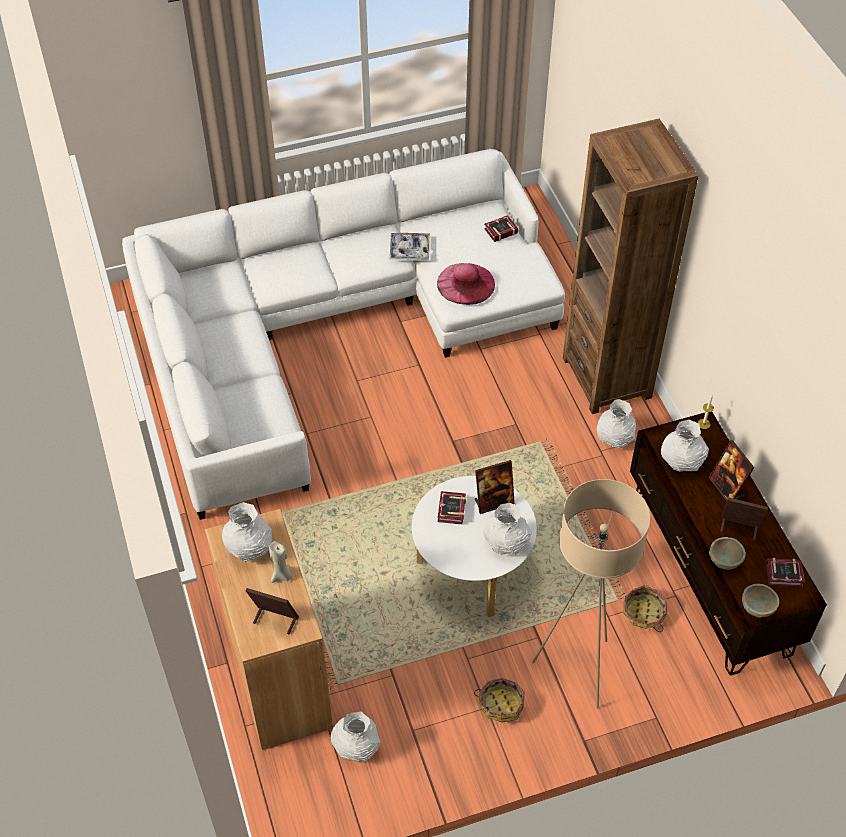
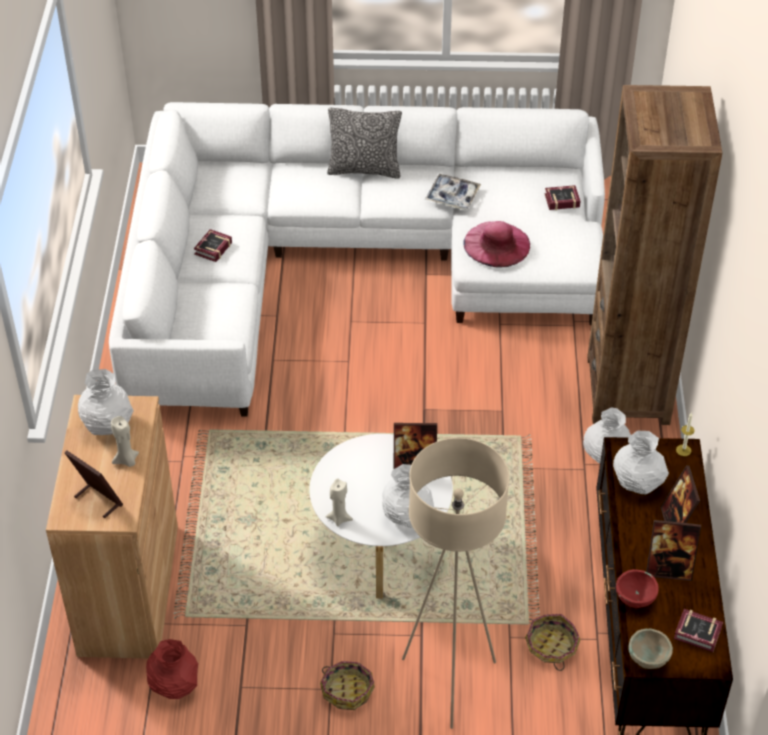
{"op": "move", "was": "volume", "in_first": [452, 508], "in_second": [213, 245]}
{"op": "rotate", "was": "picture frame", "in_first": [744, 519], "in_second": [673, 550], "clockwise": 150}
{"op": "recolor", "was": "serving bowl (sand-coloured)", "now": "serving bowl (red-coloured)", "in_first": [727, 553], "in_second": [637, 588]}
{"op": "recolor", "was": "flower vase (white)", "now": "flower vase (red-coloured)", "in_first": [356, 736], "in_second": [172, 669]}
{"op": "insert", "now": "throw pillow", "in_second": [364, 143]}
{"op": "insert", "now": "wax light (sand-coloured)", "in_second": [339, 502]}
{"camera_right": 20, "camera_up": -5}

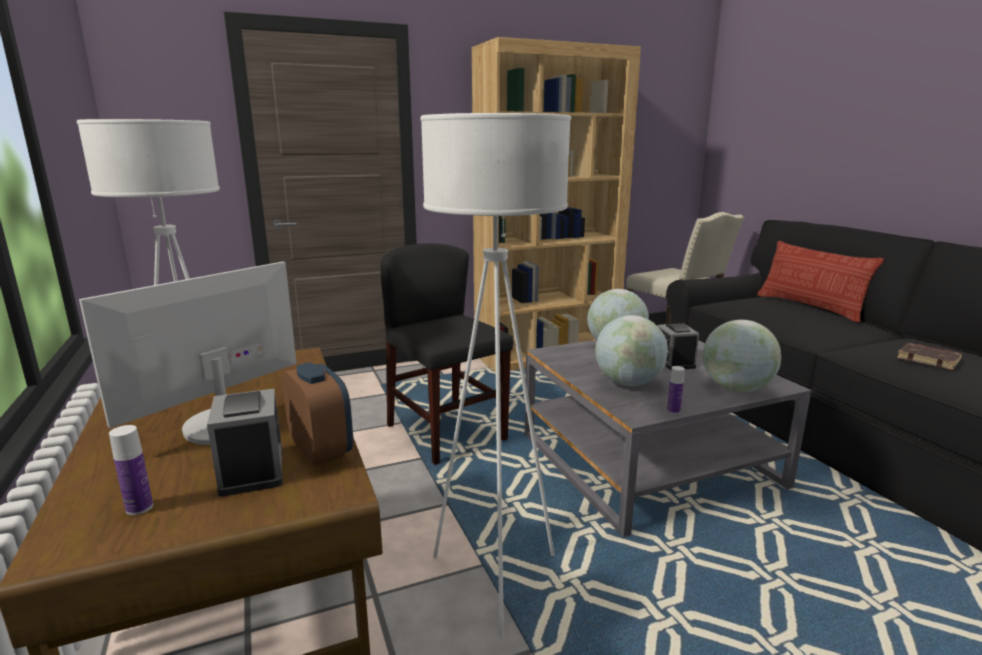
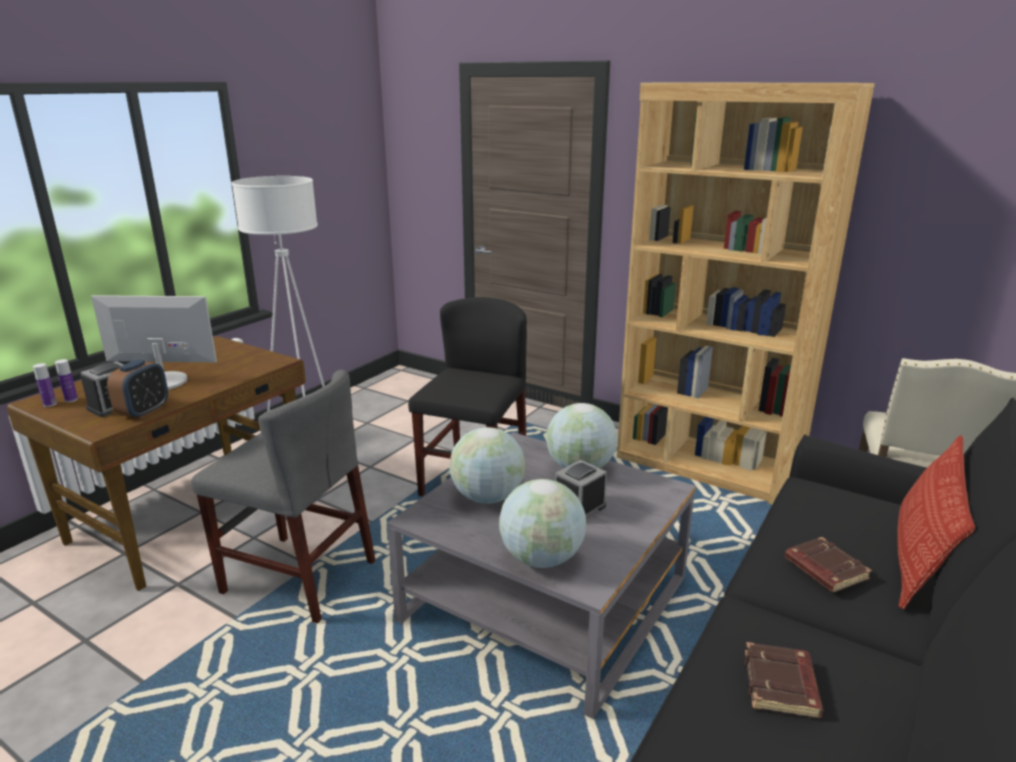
{"op": "replace", "was": "floor lamp (white)", "now": "chair (grey)", "in_first": [495, 375], "in_second": [283, 497]}
{"op": "move", "was": "beverage bottle", "in_first": [676, 390], "in_second": [45, 385]}
{"op": "insert", "now": "volume (brown-coloured)", "in_second": [828, 564]}
{"camera_right": 55, "camera_up": 5}

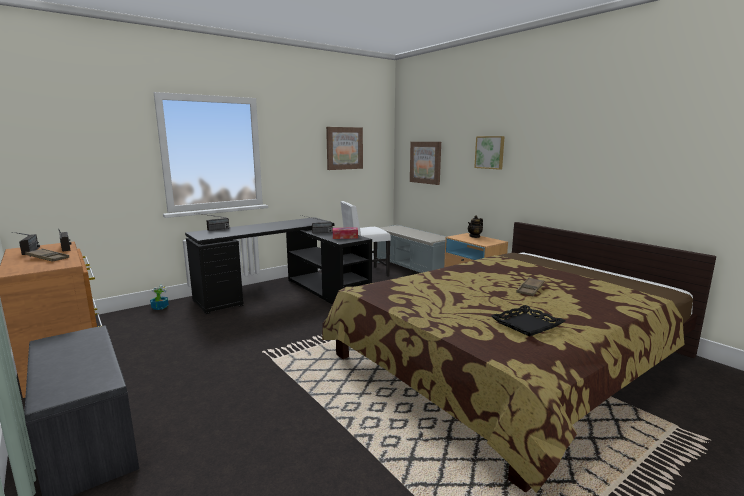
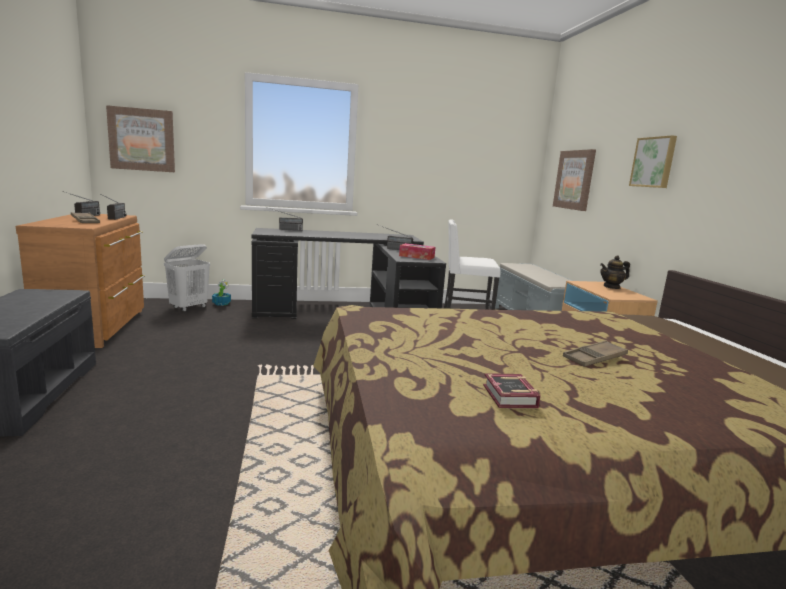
{"op": "move", "was": "wall picture", "in_first": [344, 148], "in_second": [140, 138]}
{"op": "replace", "was": "carrying tray (black-coloured)", "now": "volume", "in_first": [528, 321], "in_second": [512, 390]}
{"op": "insert", "now": "washing basket (white)", "in_second": [187, 278]}
{"camera_right": 25, "camera_up": 0}

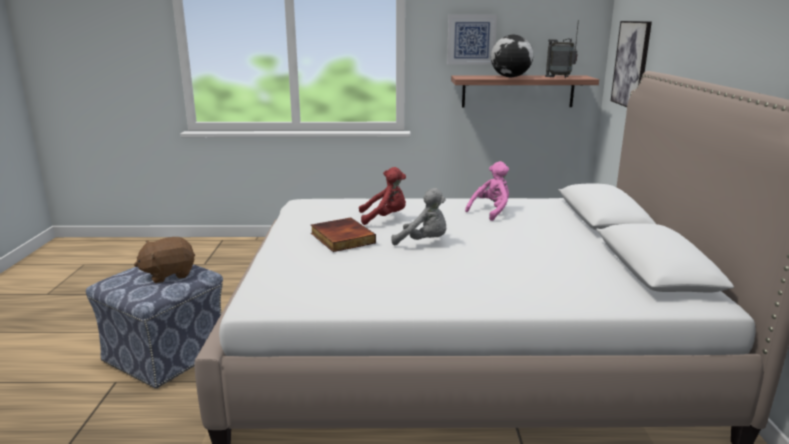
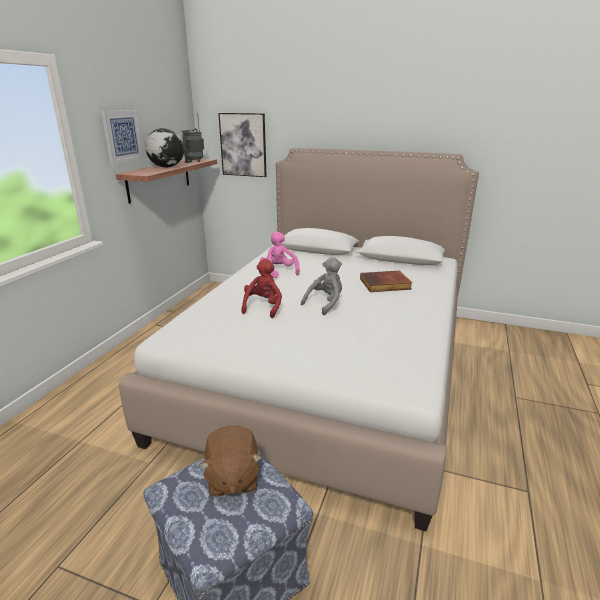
{"op": "move", "was": "volume", "in_first": [343, 235], "in_second": [386, 281]}
{"camera_right": -70, "camera_up": 5}

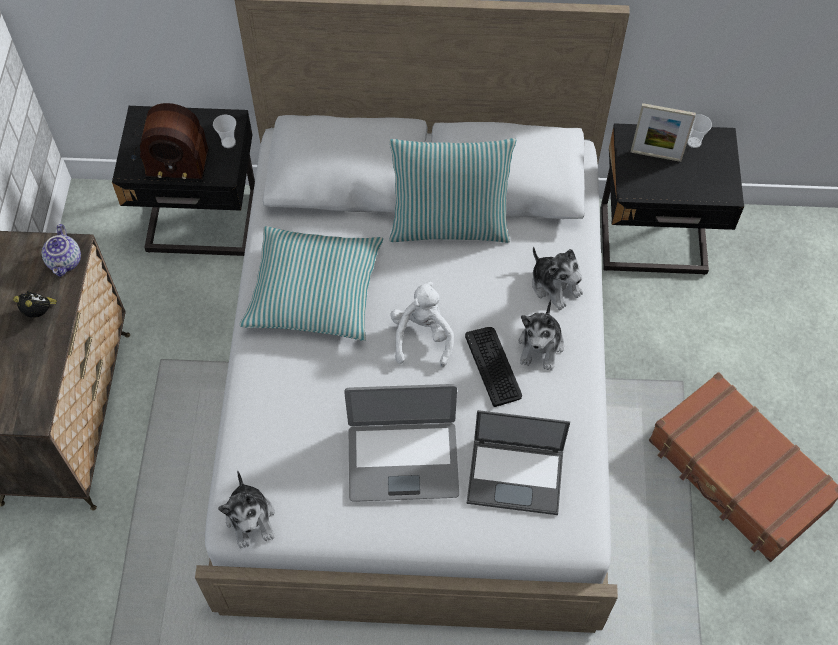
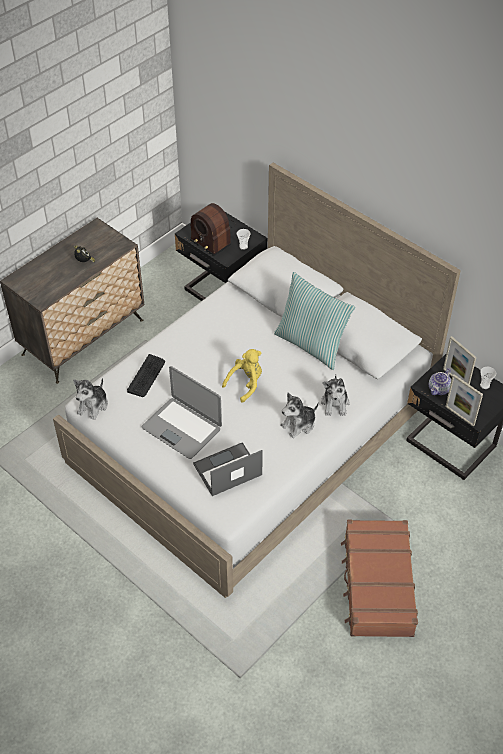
{"op": "move", "was": "pot for tea", "in_first": [61, 250], "in_second": [440, 381]}
{"op": "delete", "was": "throw pillow", "in_first": [311, 283]}
{"op": "recolor", "was": "soft toy (white)", "now": "soft toy (yellowish)", "in_first": [422, 324], "in_second": [242, 376]}
{"op": "move", "was": "computer keyboard", "in_first": [493, 367], "in_second": [146, 375]}
{"op": "rotate", "was": "notebook computer", "in_first": [518, 462], "in_second": [228, 469], "clockwise": 105}
{"op": "insert", "now": "picture frame", "in_second": [464, 400]}
{"camera_right": 40, "camera_up": -10}

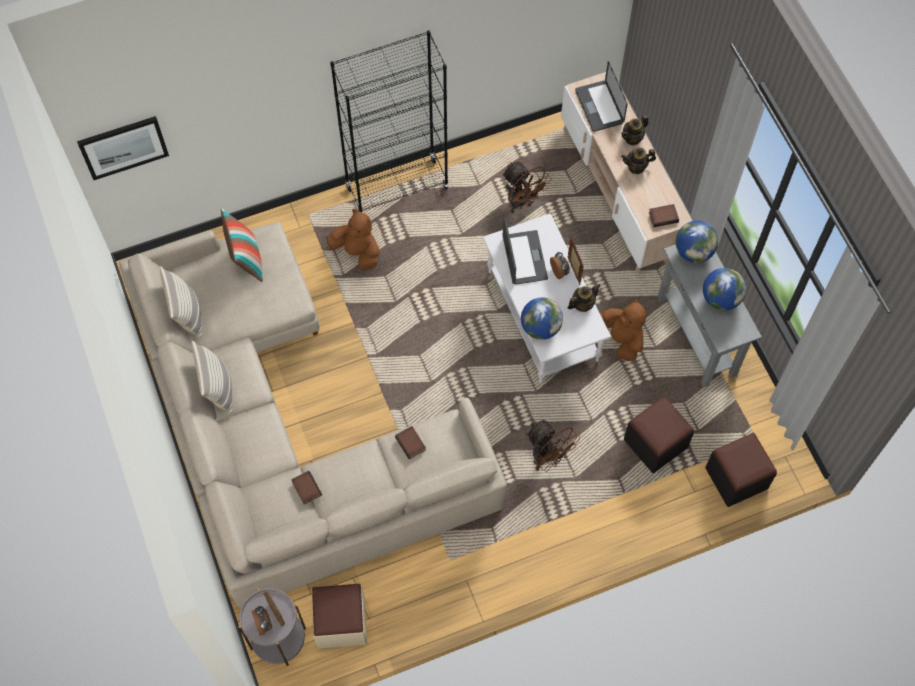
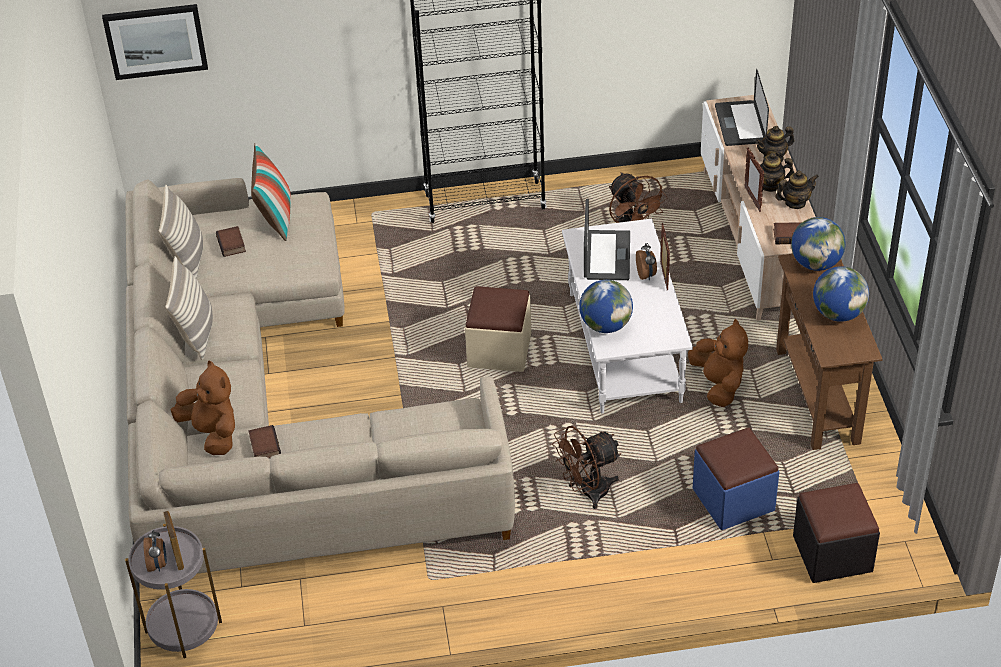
{"op": "move", "was": "soft toy (brown-coloured)", "in_first": [353, 239], "in_second": [203, 407]}
{"op": "recolor", "was": "hall table (grey)", "now": "hall table (brown-coloured)", "in_first": [709, 315], "in_second": [829, 352]}
{"op": "move", "was": "pot for tea", "in_first": [584, 298], "in_second": [797, 189]}
{"op": "recolor", "was": "ottoman (black-coloured)", "now": "ottoman (bluish)", "in_first": [659, 434], "in_second": [735, 479]}
{"op": "rotate", "was": "electric fan (brown-coloured)", "in_first": [553, 445], "in_second": [586, 467], "clockwise": 90}
{"op": "move", "was": "volume", "in_first": [410, 442], "in_second": [231, 241]}
{"op": "move", "was": "ottoman (sand-coloured)", "in_first": [339, 616], "in_second": [498, 329]}
{"op": "insert", "now": "picture frame", "in_second": [754, 179]}
{"camera_right": 15, "camera_up": -20}

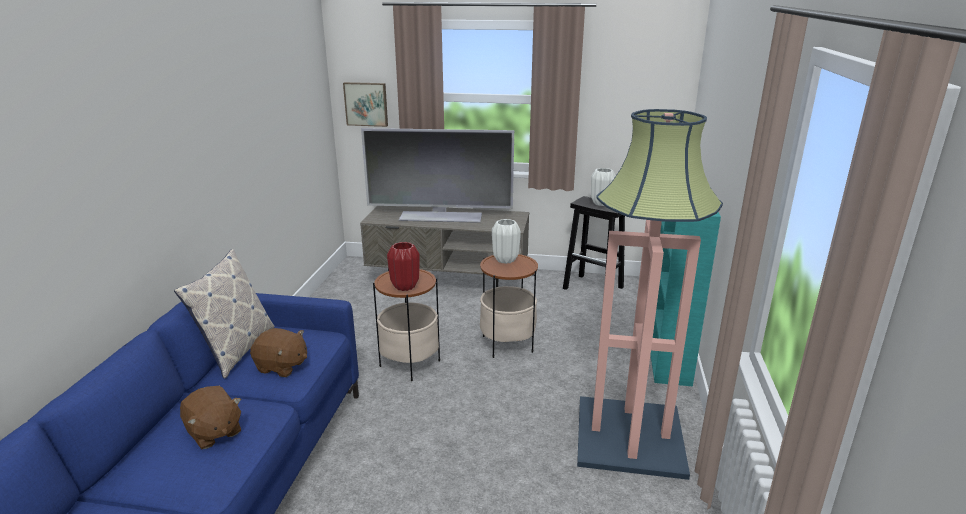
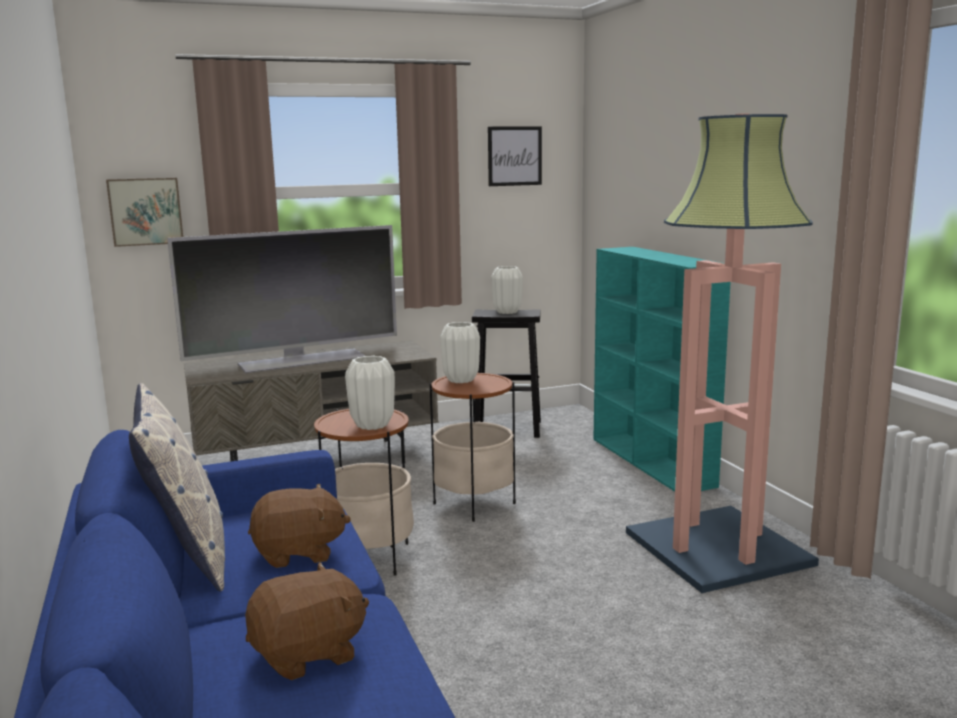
{"op": "recolor", "was": "flower vase (red-coloured)", "now": "flower vase (white)", "in_first": [403, 266], "in_second": [370, 393]}
{"op": "rotate", "was": "soft toy (brown-coloured)", "in_first": [210, 417], "in_second": [307, 621], "clockwise": -45}
{"op": "insert", "now": "wall picture", "in_second": [515, 156]}
{"camera_right": -30, "camera_up": -10}

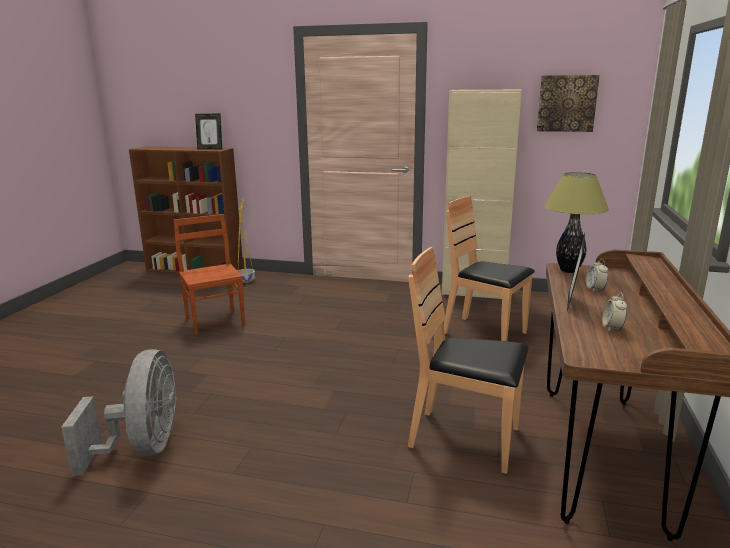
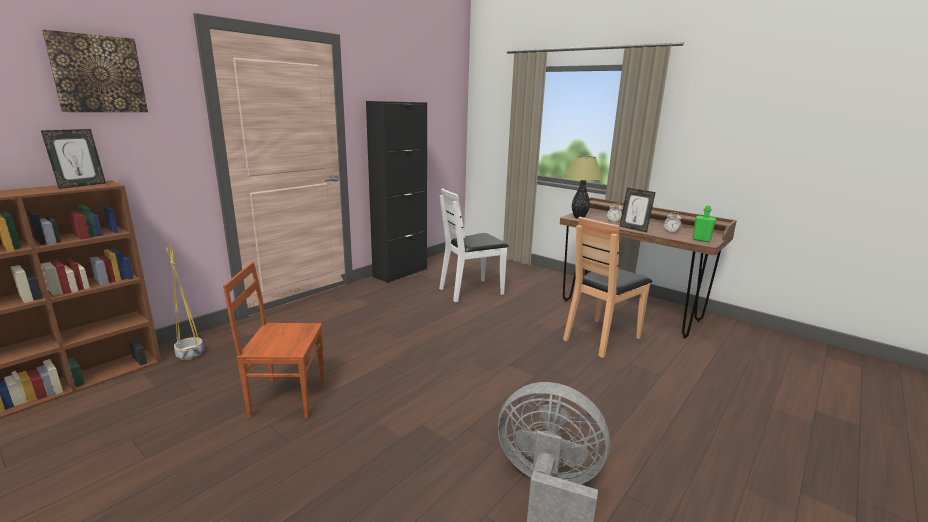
{"op": "move", "was": "wall picture", "in_first": [568, 103], "in_second": [95, 71]}
{"op": "recolor", "was": "cabinet (sand-coloured)", "now": "cabinet (black-coloured)", "in_first": [482, 194], "in_second": [396, 192]}
{"op": "recolor", "was": "chair (brown-coloured)", "now": "chair (white)", "in_first": [489, 268], "in_second": [474, 245]}
{"op": "insert", "now": "beverage bottle (green)", "in_second": [704, 223]}
{"camera_right": -65, "camera_up": 0}

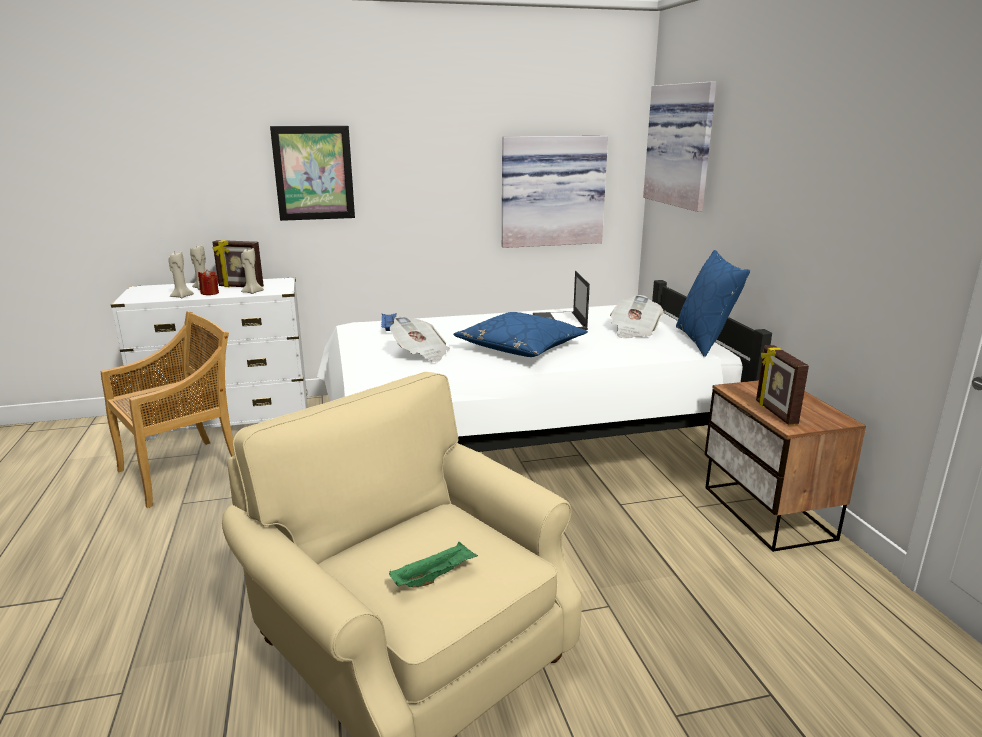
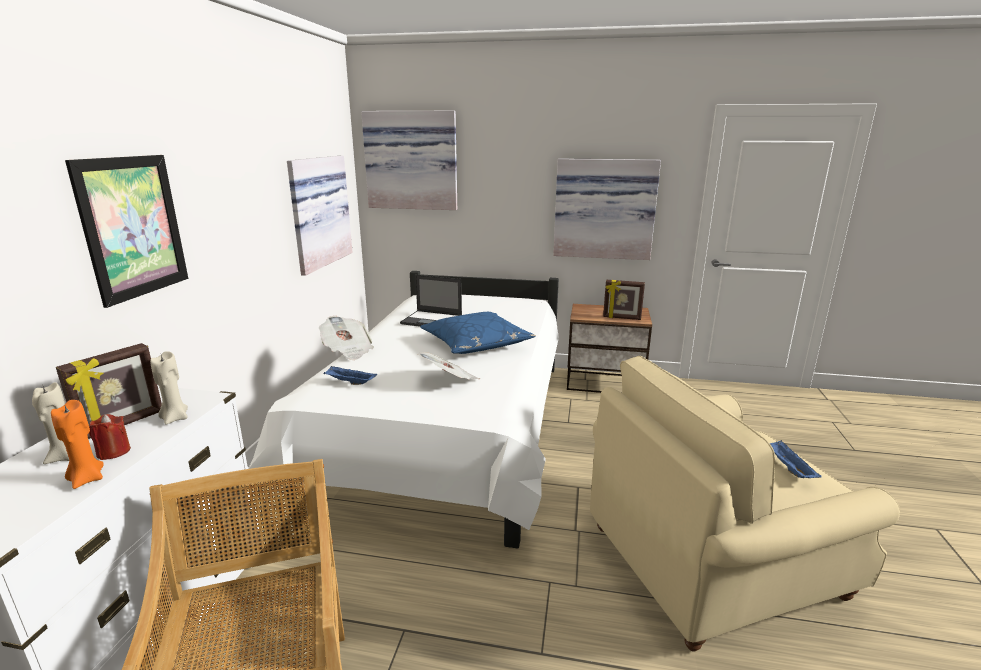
{"op": "delete", "was": "throw pillow (bluish)", "in_first": [713, 303]}
{"op": "recolor", "was": "wax light (sand-coloured)", "now": "wax light (orange-coloured)", "in_first": [181, 274], "in_second": [77, 444]}
{"op": "move", "was": "printed paper", "in_first": [637, 316], "in_second": [346, 338]}
{"op": "recolor", "was": "carrying tray (green)", "now": "carrying tray (bluish)", "in_first": [433, 564], "in_second": [796, 459]}
{"op": "insert", "now": "wall picture", "in_second": [607, 209]}
{"camera_right": -65, "camera_up": 0}

